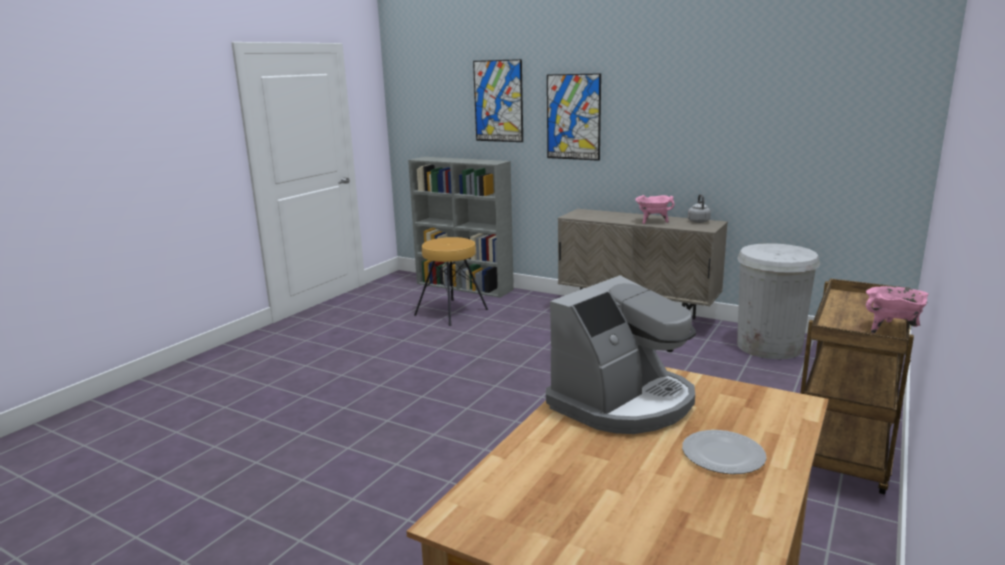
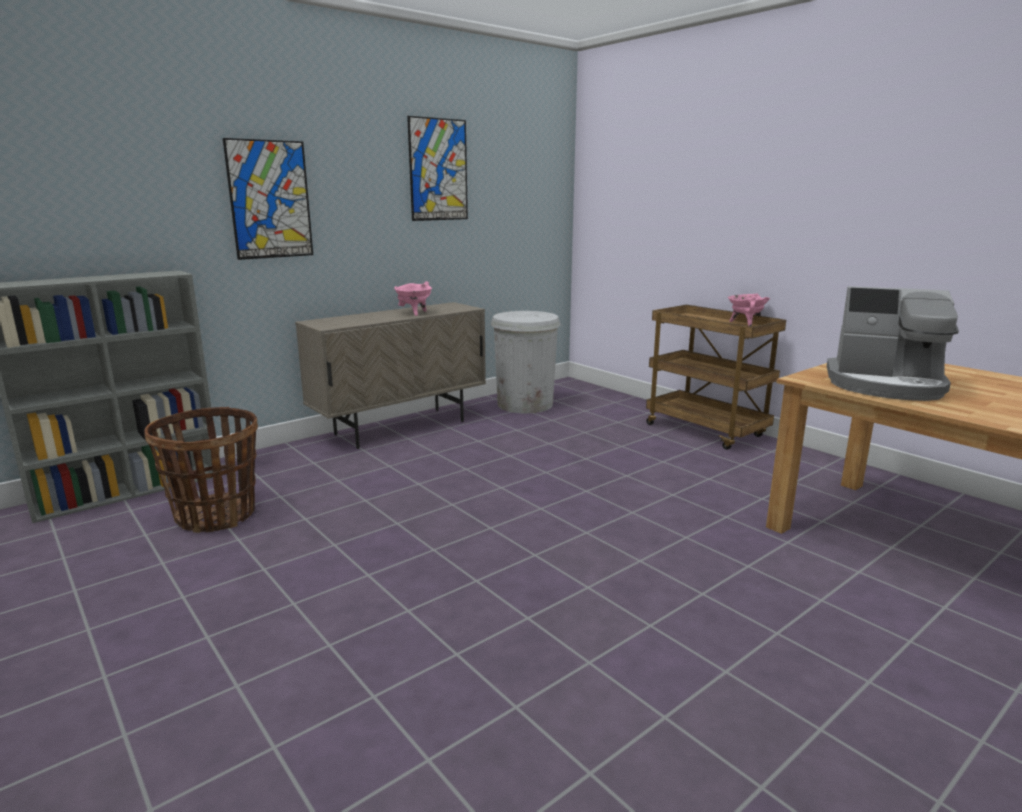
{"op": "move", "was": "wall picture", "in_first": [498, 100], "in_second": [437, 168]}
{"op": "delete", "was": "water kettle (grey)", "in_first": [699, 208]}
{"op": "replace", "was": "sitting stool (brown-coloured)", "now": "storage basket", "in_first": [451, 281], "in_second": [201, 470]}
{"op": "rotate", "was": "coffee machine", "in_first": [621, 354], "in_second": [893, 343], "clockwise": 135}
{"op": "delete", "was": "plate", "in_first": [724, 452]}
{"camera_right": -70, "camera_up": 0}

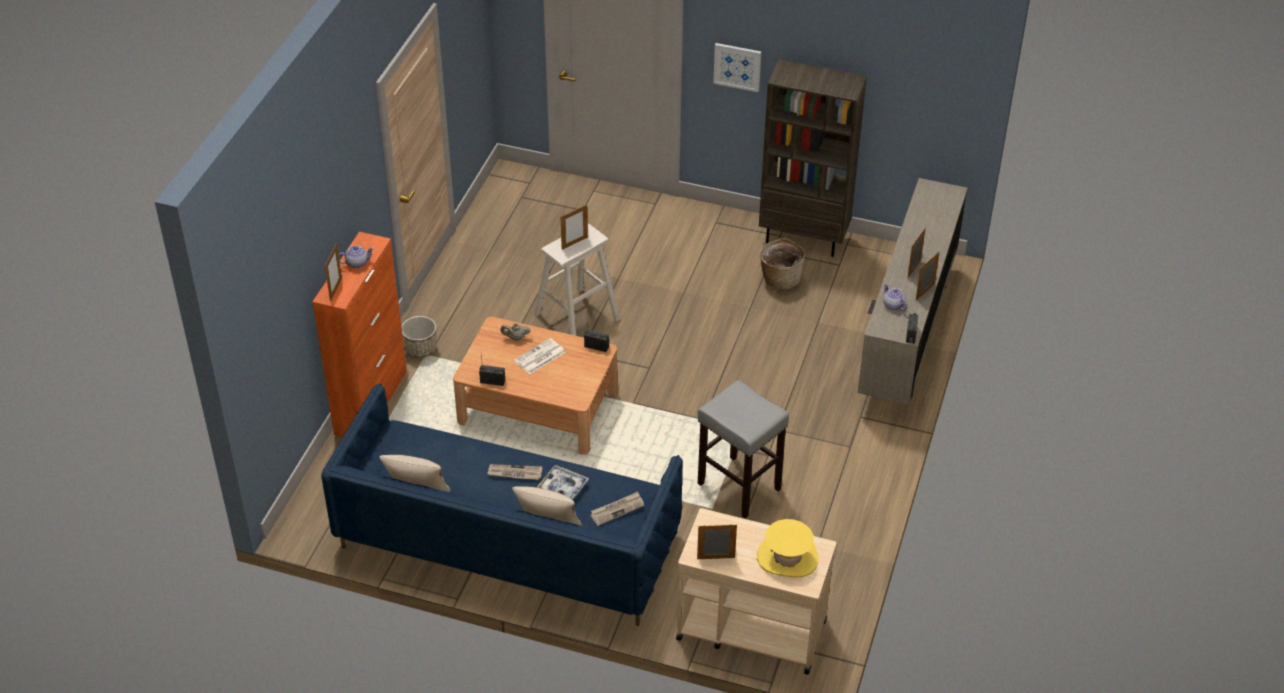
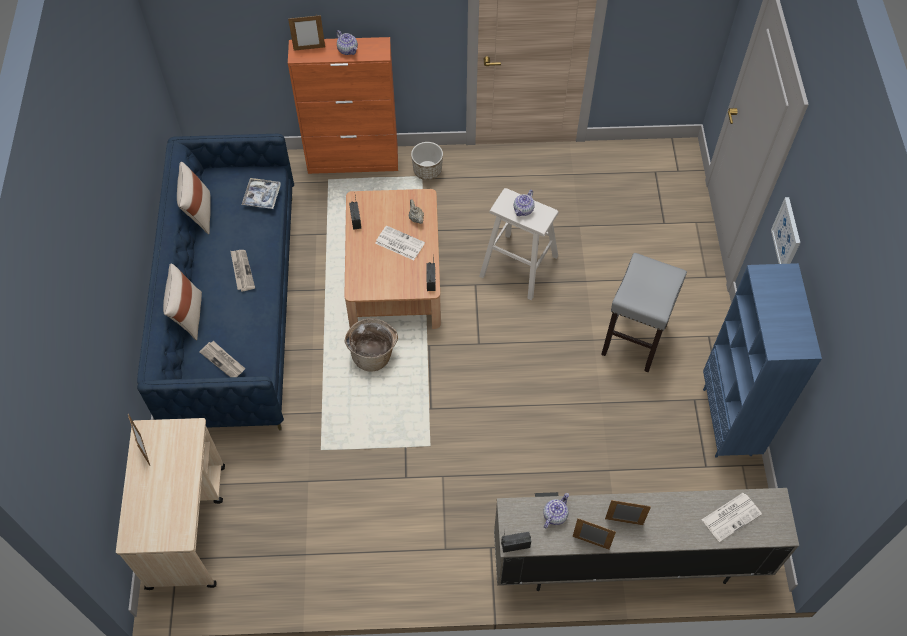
{"op": "recolor", "was": "bookcase (brown-coloured)", "now": "bookcase (bluish)", "in_first": [813, 158], "in_second": [762, 360]}
{"op": "replace", "was": "picture frame", "now": "pot for tea", "in_first": [574, 227], "in_second": [524, 203]}
{"op": "move", "was": "storage basket", "in_first": [782, 263], "in_second": [371, 345]}
{"op": "move", "was": "sitting stool (grey)", "in_first": [743, 449], "in_second": [644, 312]}
{"op": "move", "was": "carrying tray", "in_first": [562, 482], "in_second": [261, 193]}
{"op": "delete", "was": "clothing hat (yellowish)", "in_first": [787, 548]}
{"op": "insert", "now": "printed paper", "in_second": [732, 517]}
{"camera_right": 70, "camera_up": 15}

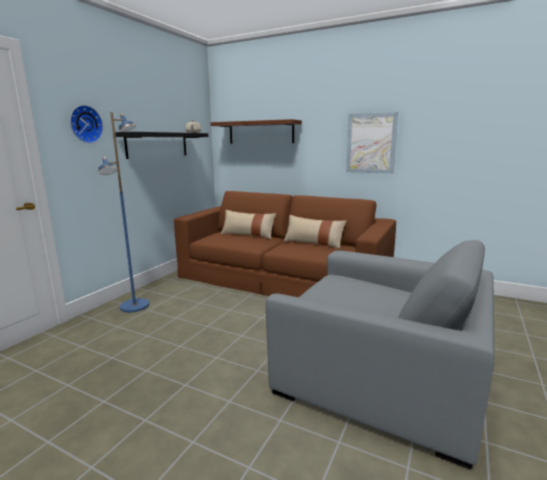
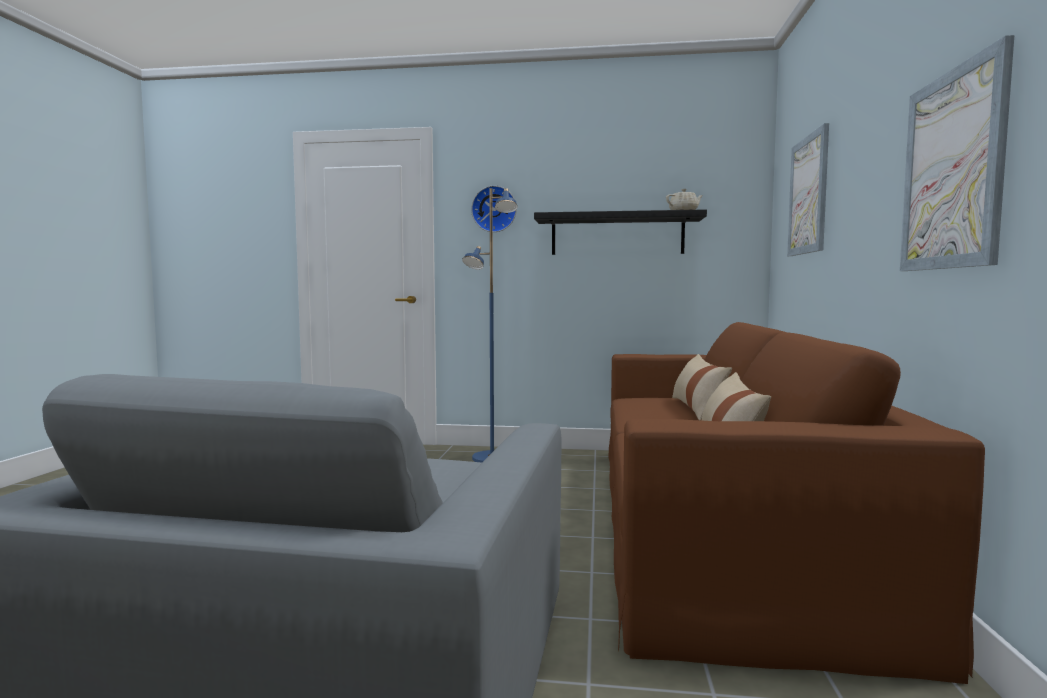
{"op": "replace", "was": "wall shelf (brown-coloured)", "now": "wall picture", "in_first": [256, 131], "in_second": [808, 189]}
{"camera_right": 70, "camera_up": -10}

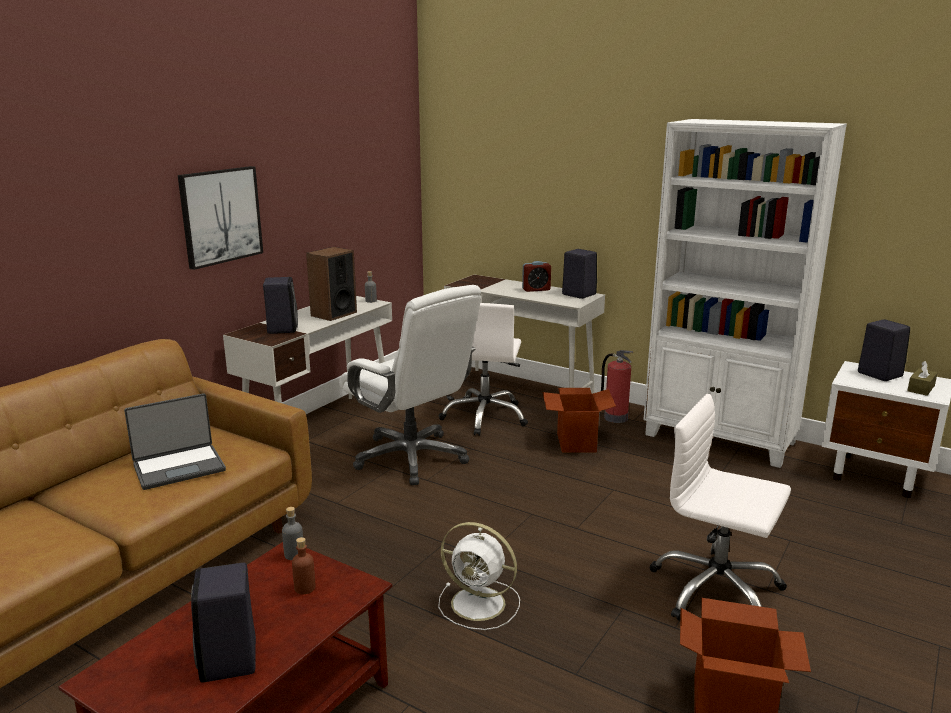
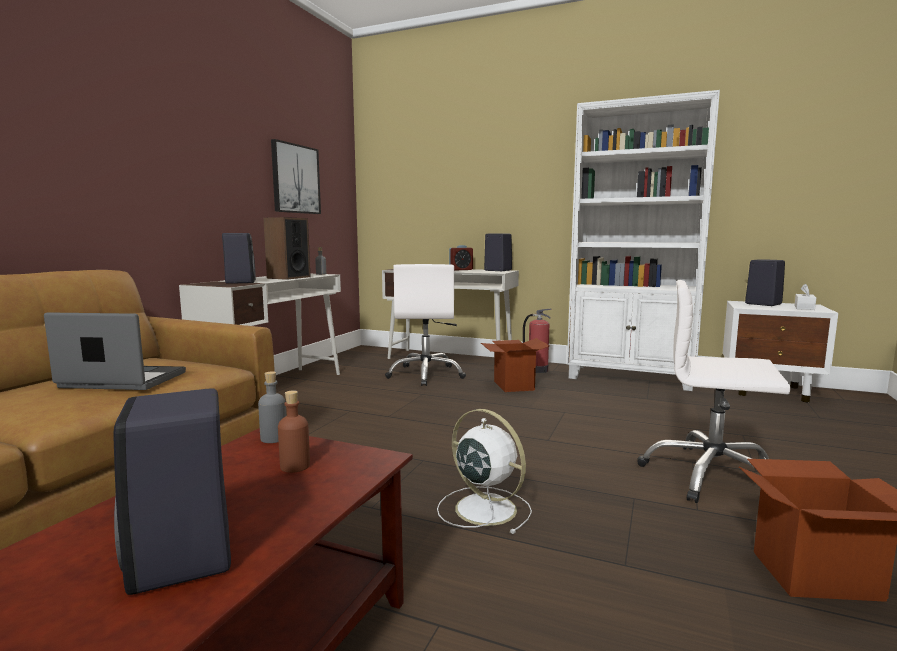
{"op": "move", "was": "wall picture", "in_first": [220, 218], "in_second": [296, 176]}
{"op": "delete", "was": "office chair (white)", "in_first": [410, 385]}
{"op": "recolor", "was": "box of tissues (brown-coloured)", "now": "box of tissues (white)", "in_first": [922, 378], "in_second": [805, 297]}
{"op": "rotate", "was": "notebook computer", "in_first": [175, 441], "in_second": [115, 351], "clockwise": -135}
{"op": "rotate", "was": "electric fan (white)", "in_first": [479, 576], "in_second": [484, 471], "clockwise": -150}
{"camera_right": -10, "camera_up": -10}

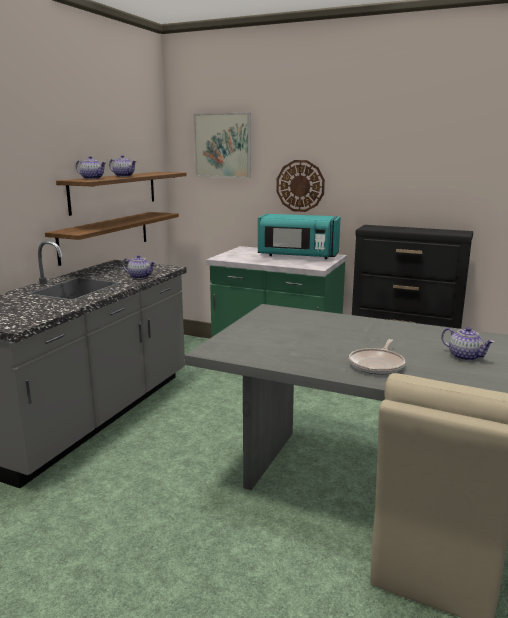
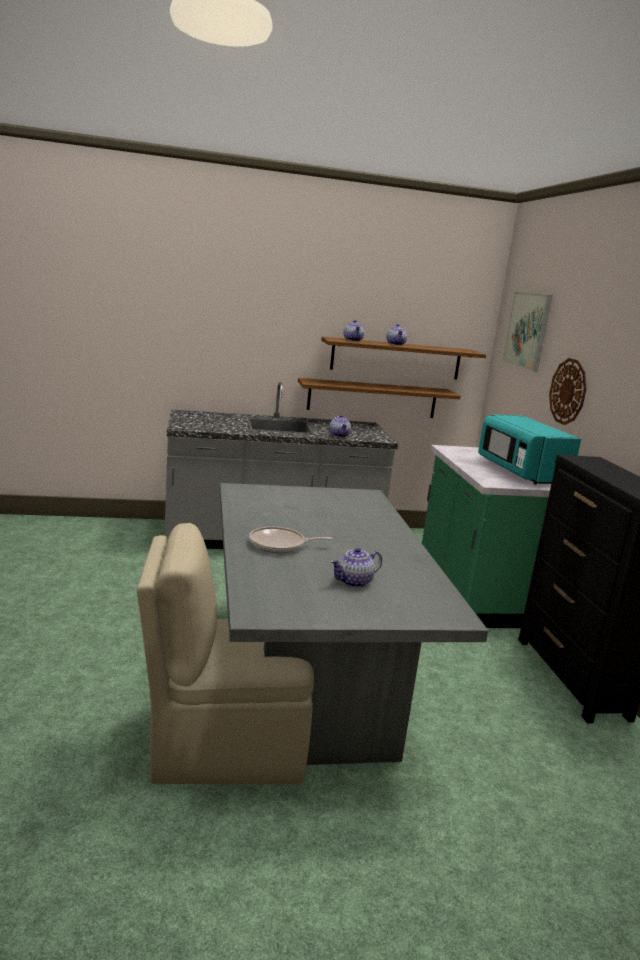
{"op": "rotate", "was": "pot for tea", "in_first": [467, 344], "in_second": [356, 568], "clockwise": 45}
{"camera_right": 55, "camera_up": 0}

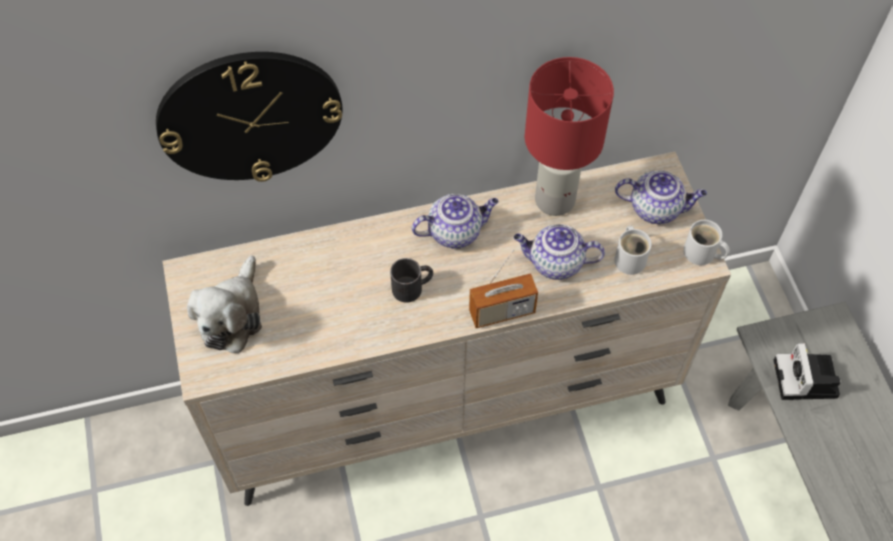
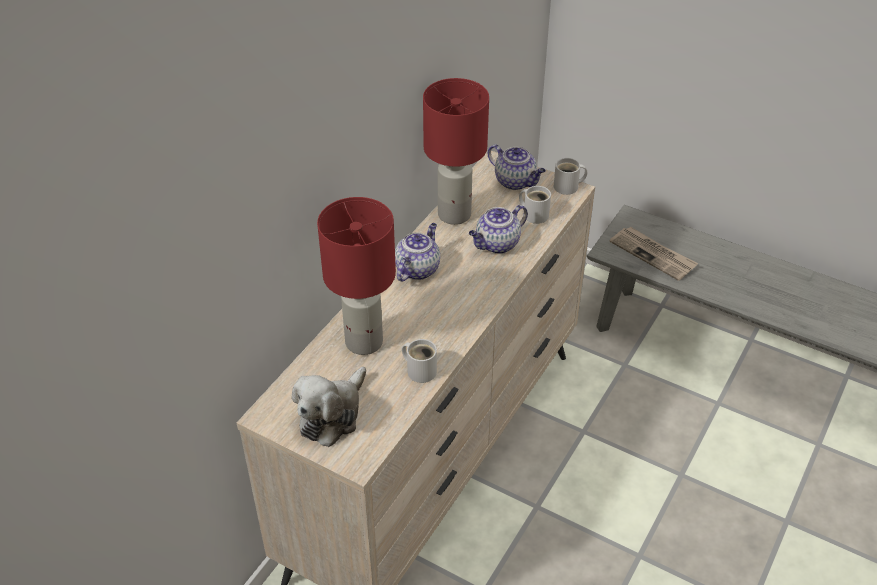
{"op": "delete", "was": "clock on the wall", "in_first": [249, 117]}
{"op": "rotate", "was": "pot for tea", "in_first": [661, 197], "in_second": [517, 167], "clockwise": 75}
{"op": "delete", "was": "radio", "in_first": [503, 289]}
{"op": "rotate", "was": "soft toy", "in_first": [224, 304], "in_second": [329, 406], "clockwise": 60}
{"op": "delete", "was": "tea mug (black-coloured)", "in_first": [411, 280]}
{"op": "replace", "was": "still camera", "now": "printed paper", "in_first": [807, 371], "in_second": [654, 254]}
{"op": "insert", "now": "tabletop lamp (red-coloured)", "in_second": [356, 276]}
{"op": "insert", "now": "tea mug (white)", "in_second": [419, 361]}
{"camera_right": -45, "camera_up": -15}

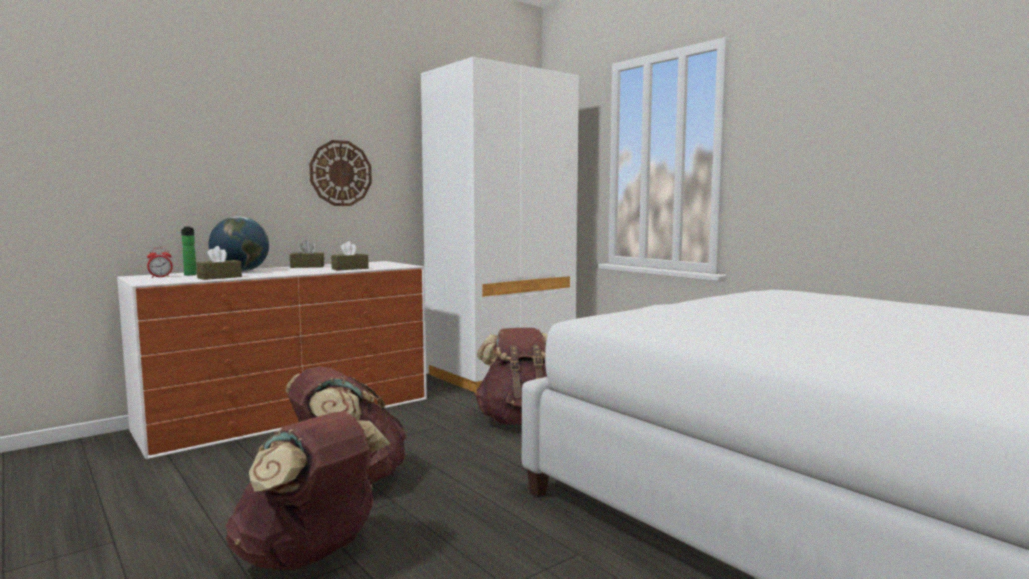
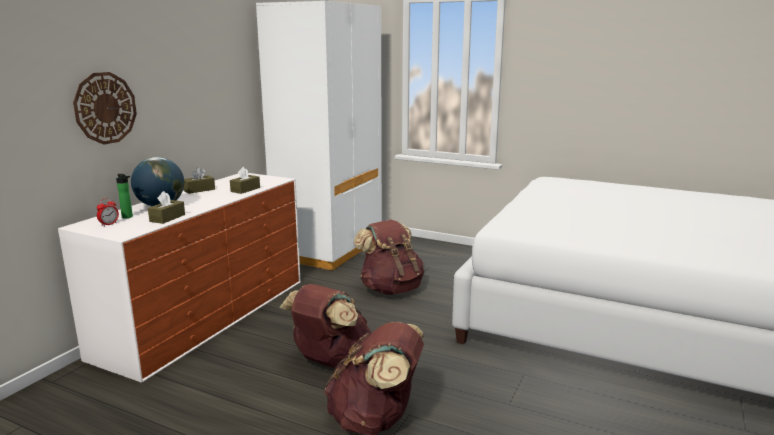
{"op": "move", "was": "clock on the wall", "in_first": [340, 173], "in_second": [105, 108]}
{"camera_right": -25, "camera_up": 10}

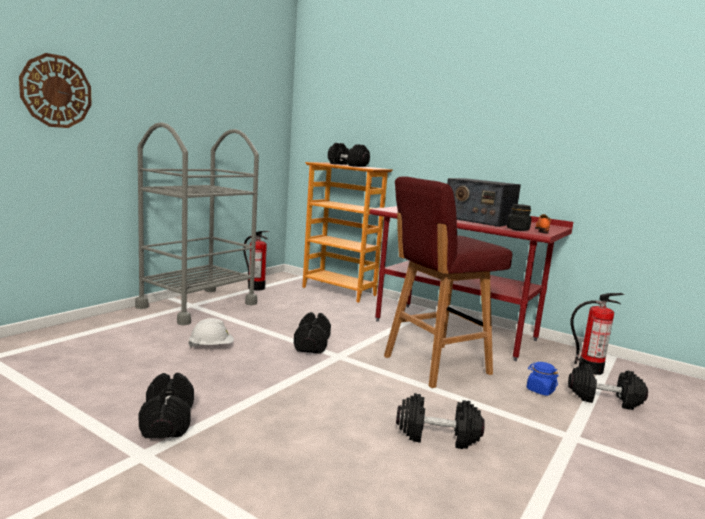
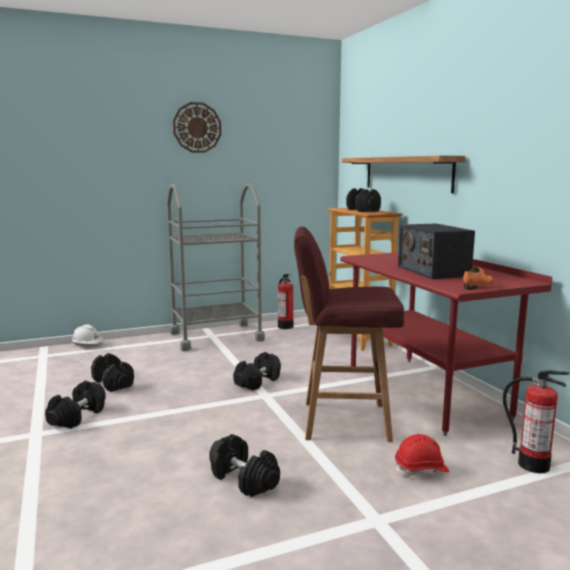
{"op": "move", "was": "clock on the wall", "in_first": [55, 90], "in_second": [197, 127]}
{"op": "delete", "was": "jar (black-coloured)", "in_first": [519, 217]}
{"op": "move", "was": "hard hat (white)", "in_first": [211, 333], "in_second": [88, 334]}
{"op": "replace", "was": "jar (bluish)", "now": "hard hat (red-coloured)", "in_first": [542, 379], "in_second": [422, 455]}
{"op": "move", "was": "free weight (black-coloured)", "in_first": [608, 387], "in_second": [112, 372]}
{"op": "insert", "now": "wall shelf", "in_second": [404, 174]}
{"camera_right": 35, "camera_up": 0}

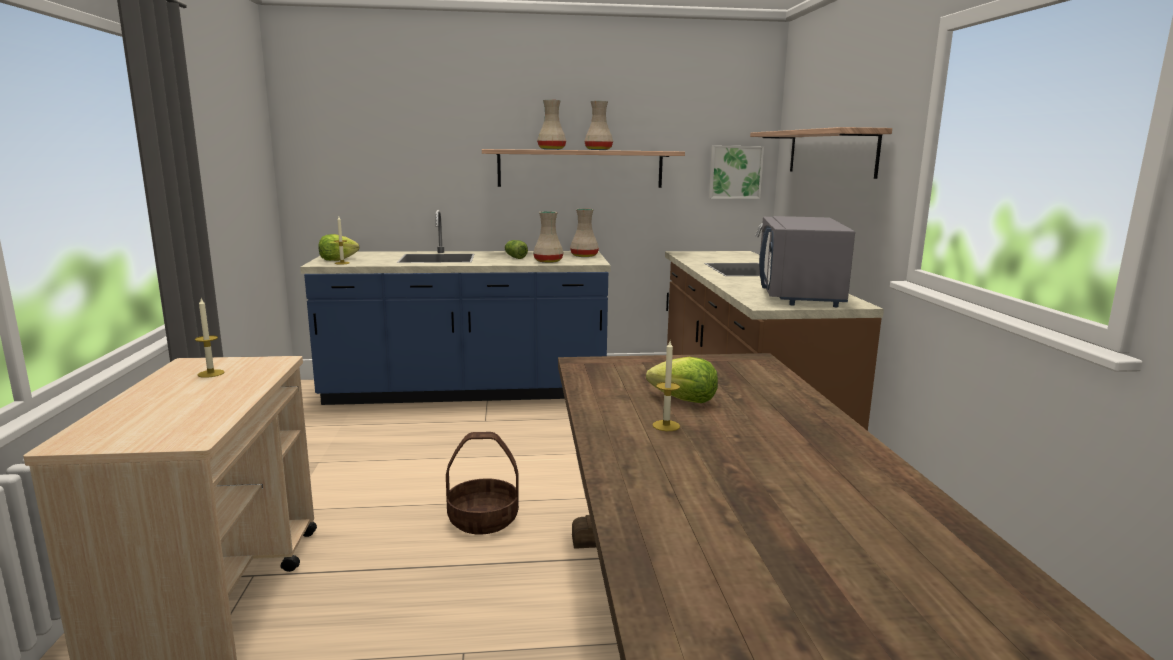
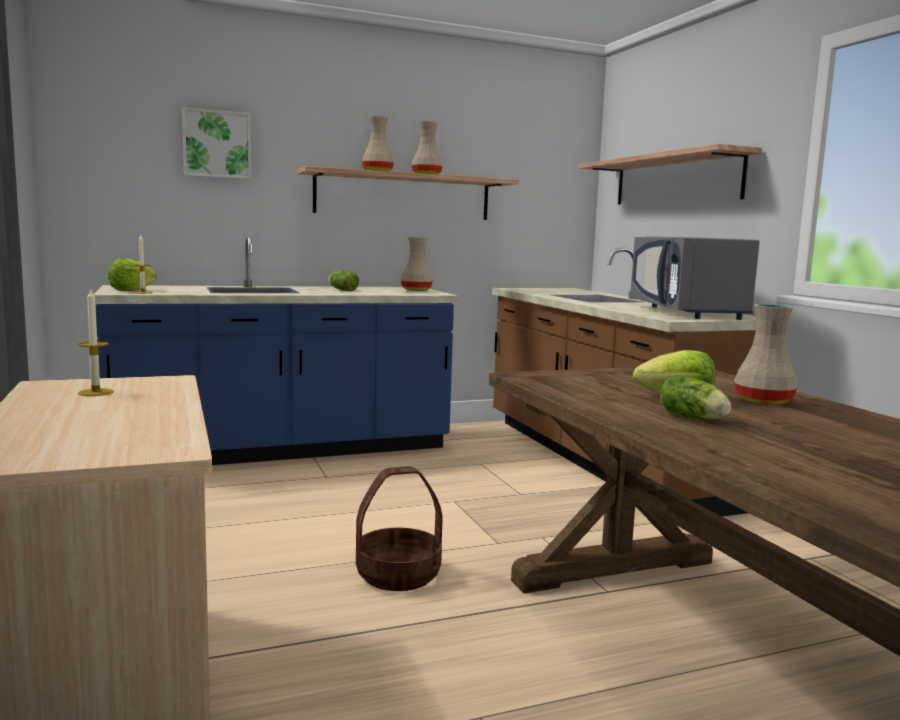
{"op": "move", "was": "wall picture", "in_first": [736, 172], "in_second": [216, 143]}
{"op": "move", "was": "flower vase (sand-coloured)", "in_first": [548, 237], "in_second": [766, 354]}
{"op": "replace", "was": "wax light", "now": "lettuce head", "in_first": [666, 386], "in_second": [695, 397]}
{"camera_right": -15, "camera_up": -5}

